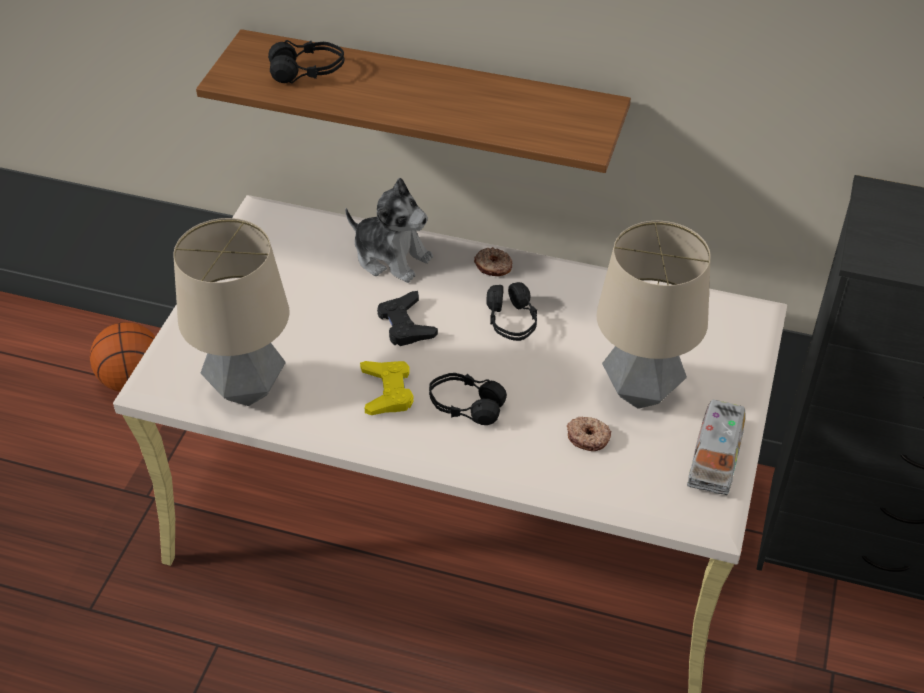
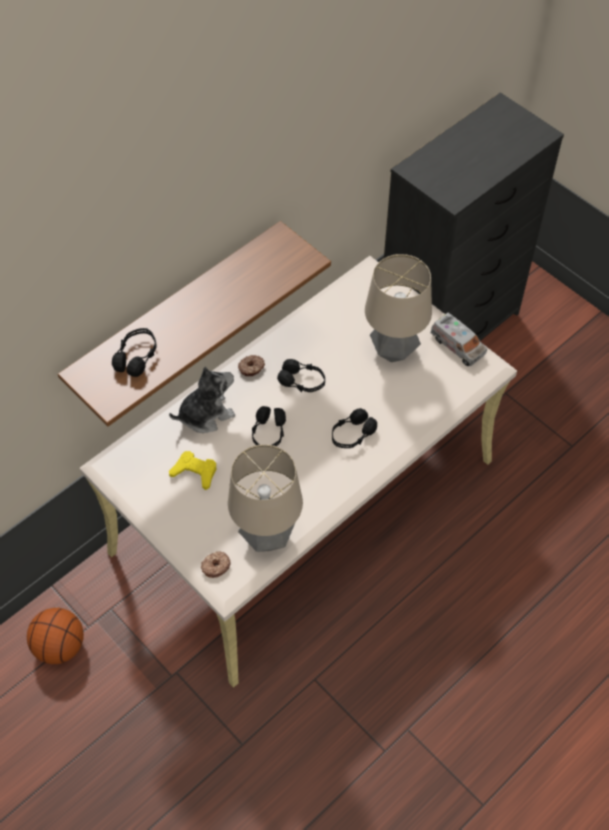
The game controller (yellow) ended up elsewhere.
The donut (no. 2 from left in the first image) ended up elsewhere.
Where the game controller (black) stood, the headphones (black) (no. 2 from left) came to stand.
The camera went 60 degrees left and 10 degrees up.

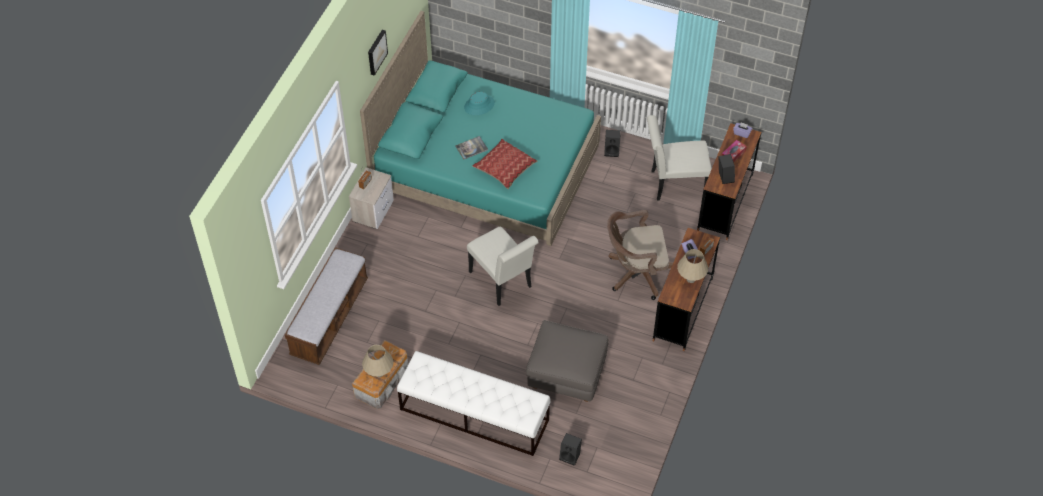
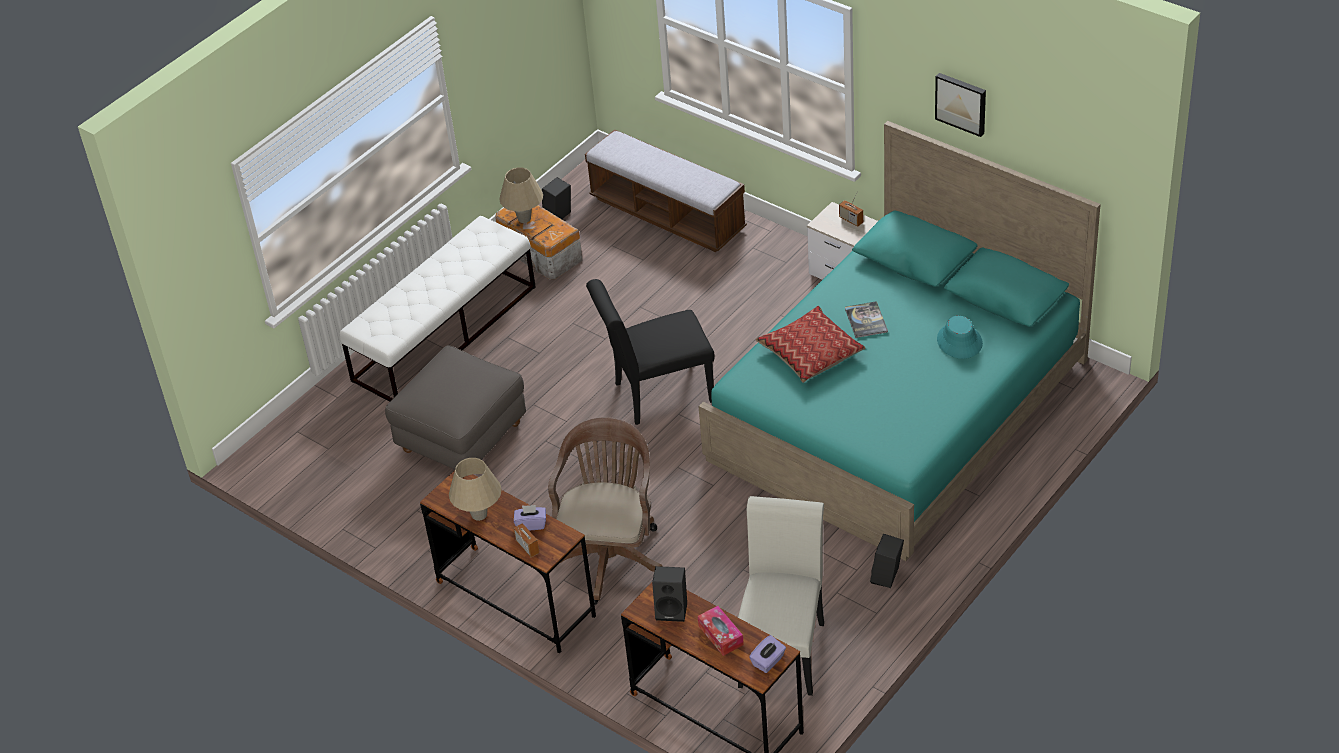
The speaker (black) (no. 1 from left) ended up elsewhere.
What was the chair (white) (no. 1 from left) turned into the chair (black).
The camera went 110 degrees right and 10 degrees down.

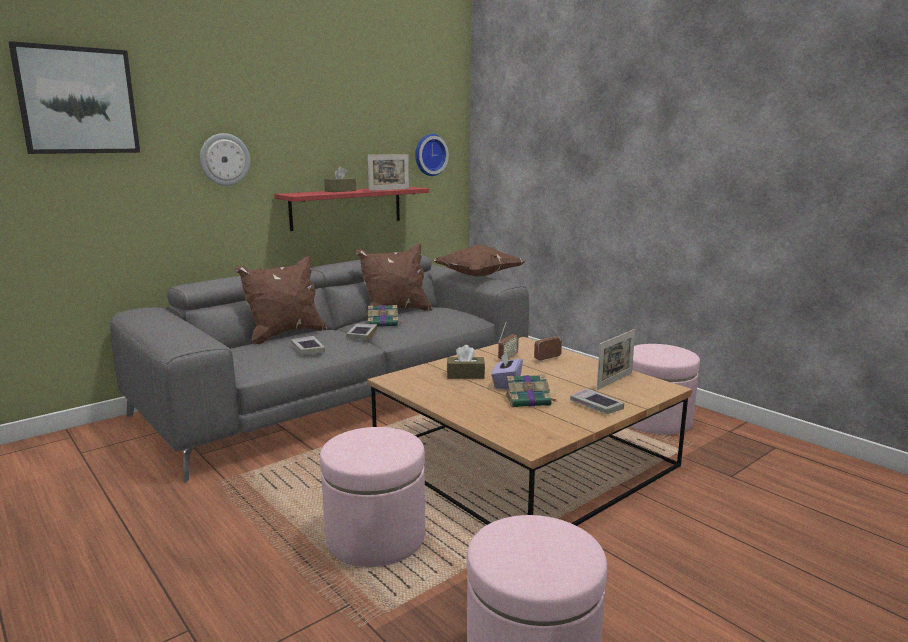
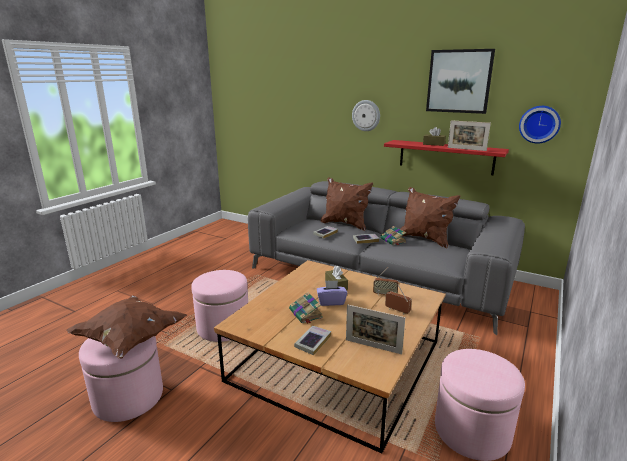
The picture ended up elsewhere.
The pillow (brown) (no. 3 from left in the first image) ended up elsewhere.
The camera went 70 degrees right and 5 degrees up.

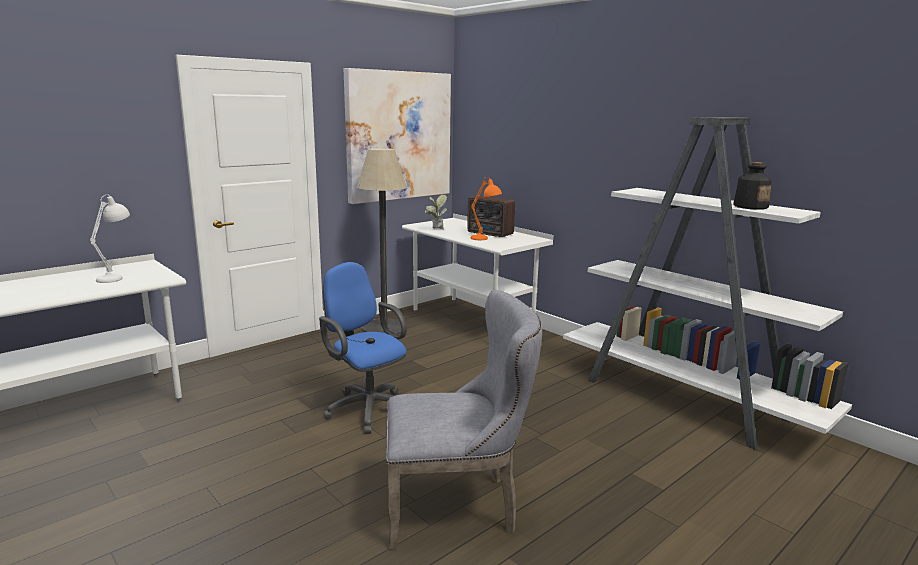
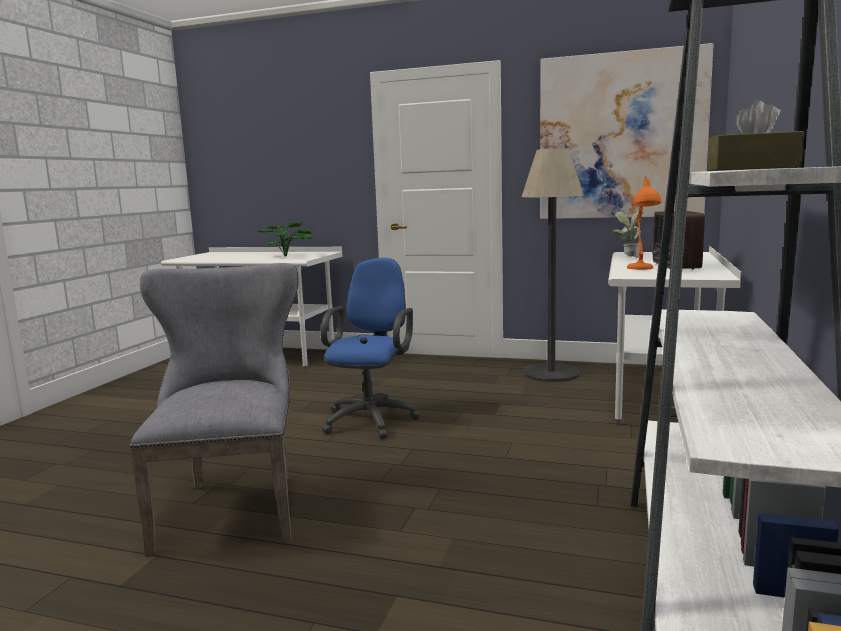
Where the table lamp (white) stood, the potted plant (no. 1 from left) came to stand.
Where the bottle stood, the tissue box (brown) came to stand.
The chair (grey) ended up facing another way, 150 degrees counterclockwise from before.
The camera went 60 degrees right and 5 degrees down.

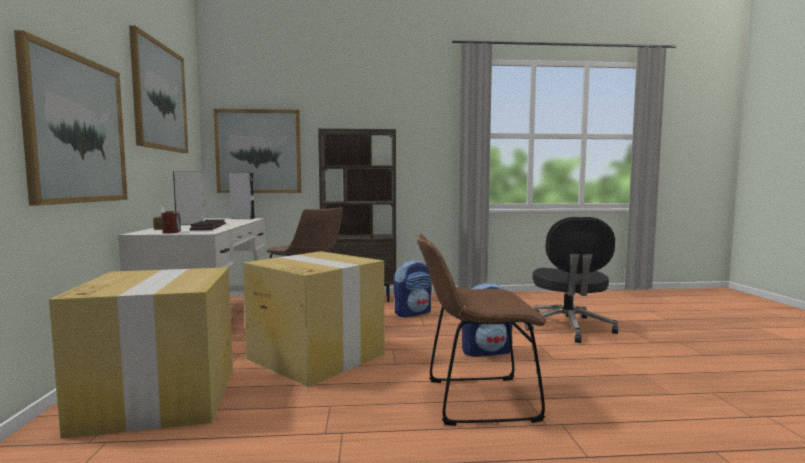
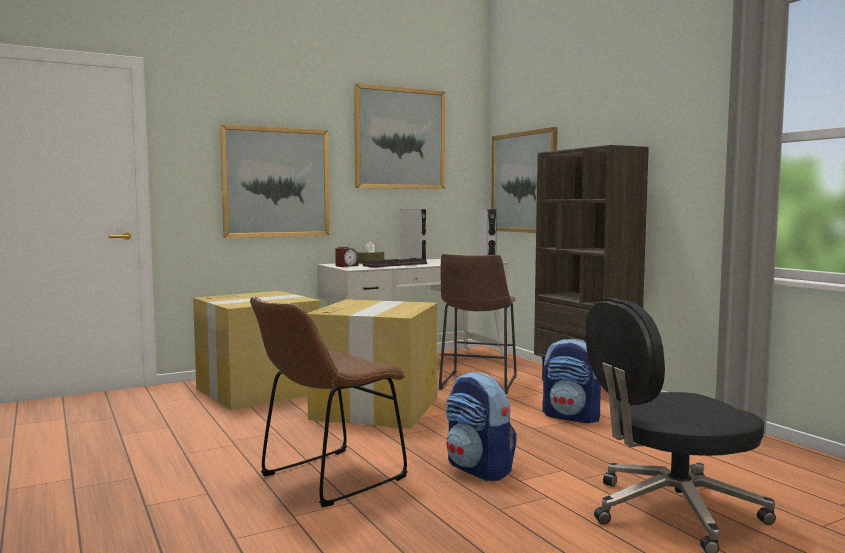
The chair (brown) ended up facing another way, 105 degrees counterclockwise from before.
The camera went 65 degrees right and 0 degrees up.

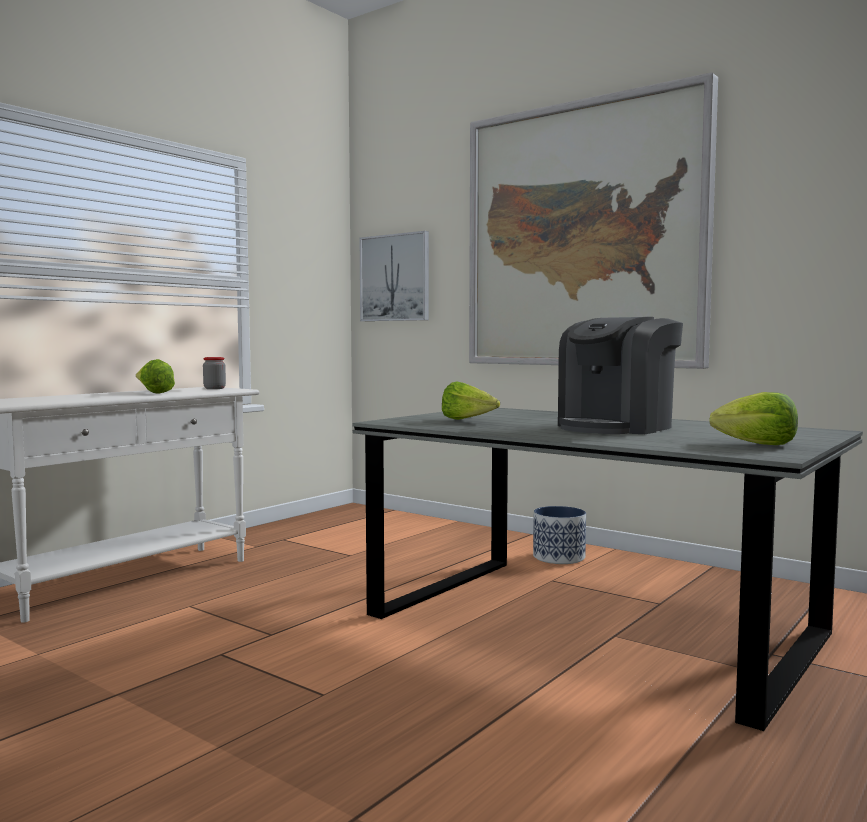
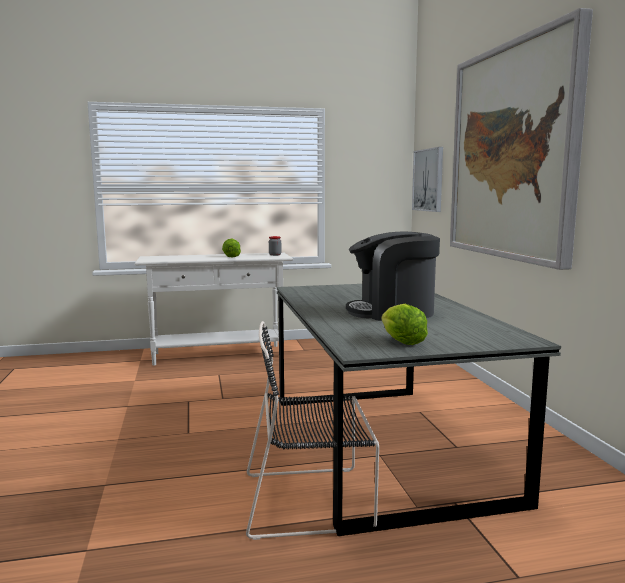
The second view lost the lettuce (no. 2 from left).
The second view lost the planter.
The second view gained the chair (black).
The camera went 40 degrees right and 5 degrees up.

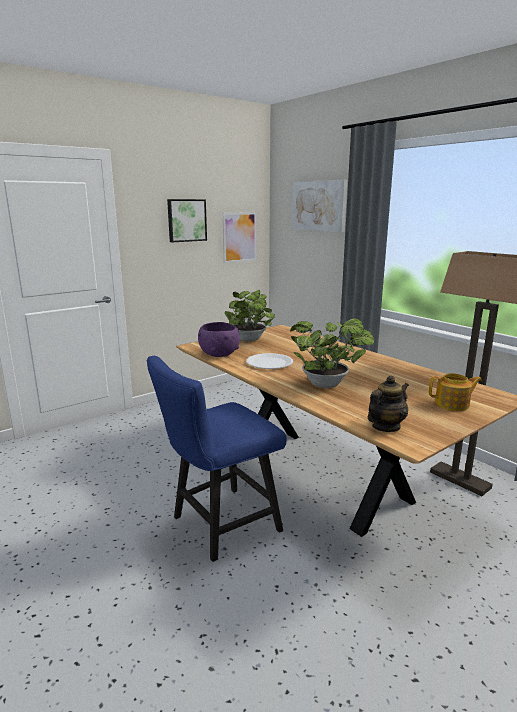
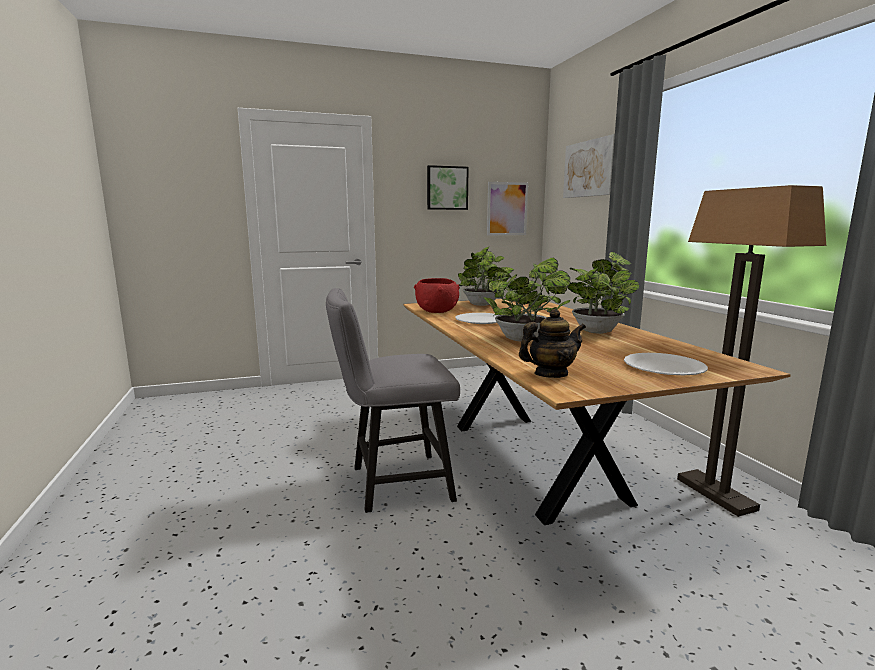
The second view gained the potted plant (no. 3 from left).
Where the teapot (no. 2 from left) stood, the plate (white) (no. 2 from left) came to stand.
What was the chair (blue) turned into the chair (grey).
What was the bowl (purple) turned into the bowl (red).
The camera went 20 degrees right and 5 degrees down.

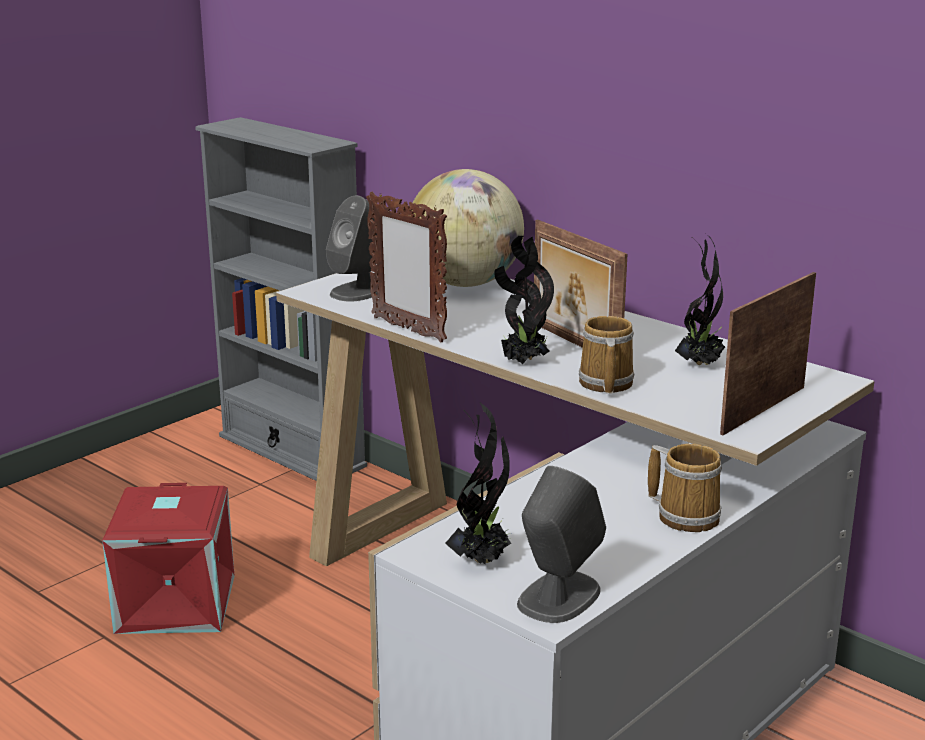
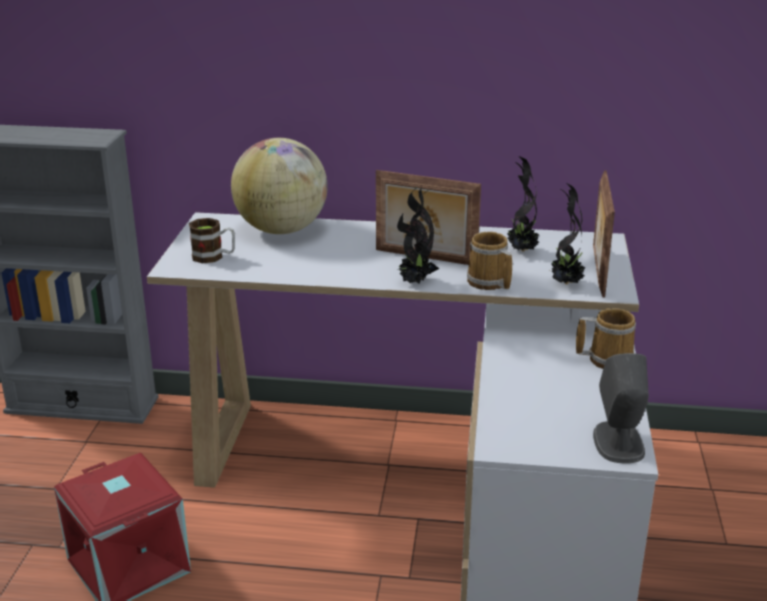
The second view lost the picture frame (no. 1 from left).
The potted plant (no. 1 from left in the first image) ended up elsewhere.
Where the speaker (grey) (no. 1 from left) stood, the mug (no. 1 from left) came to stand.
The camera went 35 degrees left and 5 degrees up.

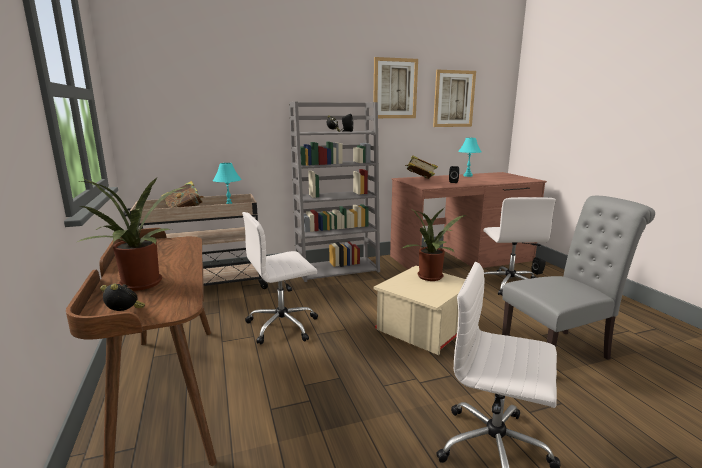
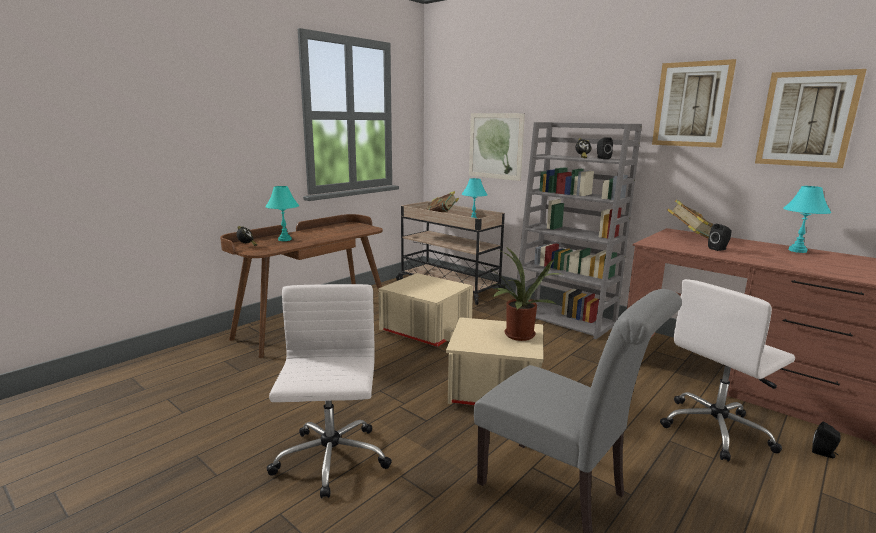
The second view gained the picture (no. 1 from left).
Where the potted plant (no. 1 from left) stood, the table lamp (turquoise) (no. 1 from left) came to stand.
Where the office chair (white) (no. 1 from left) stood, the storage box (beige) (no. 1 from left) came to stand.
The camera went 60 degrees right and 0 degrees up.

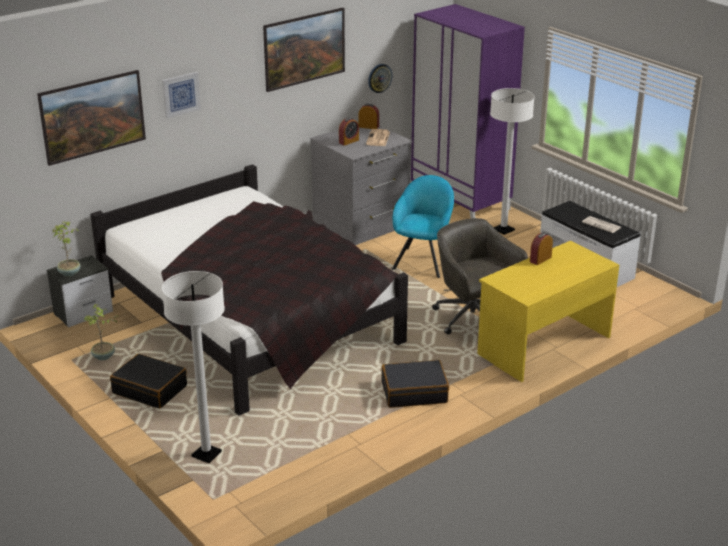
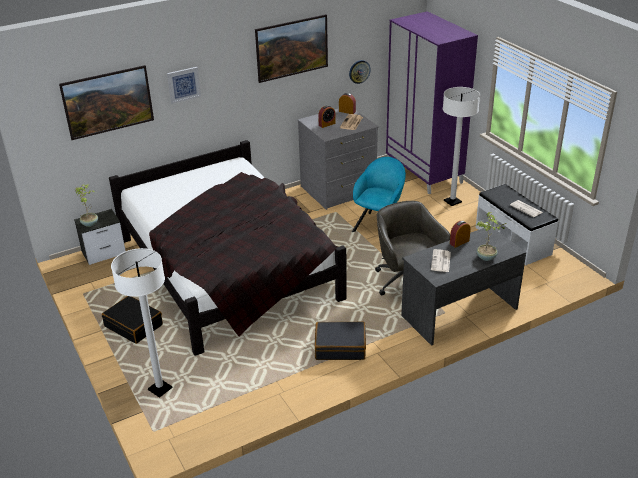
The second view gained the newspaper (no. 2 from left).
The potted plant (no. 2 from left) ended up elsewhere.
What was the desk (yellow) turned into the desk (grey).
The camera went 10 degrees right and 5 degrees up.

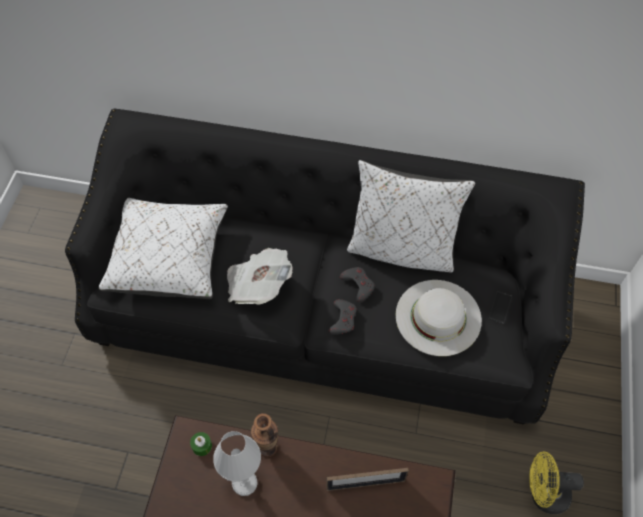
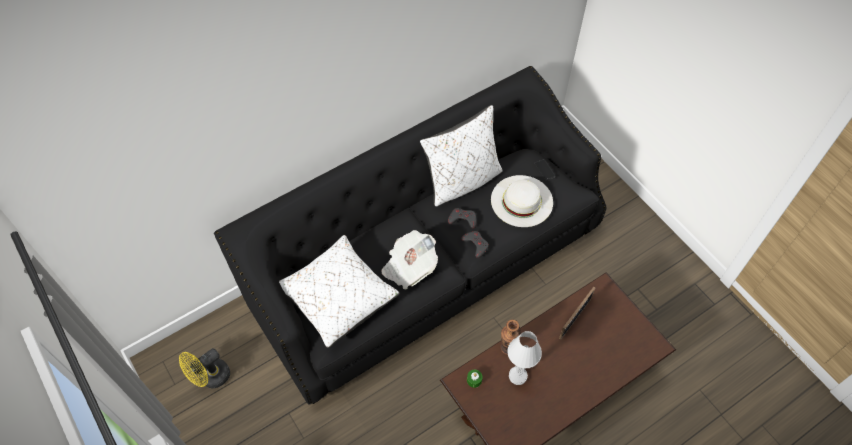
The fan (yellow) ended up elsewhere.
The camera went 45 degrees left and 0 degrees up.

